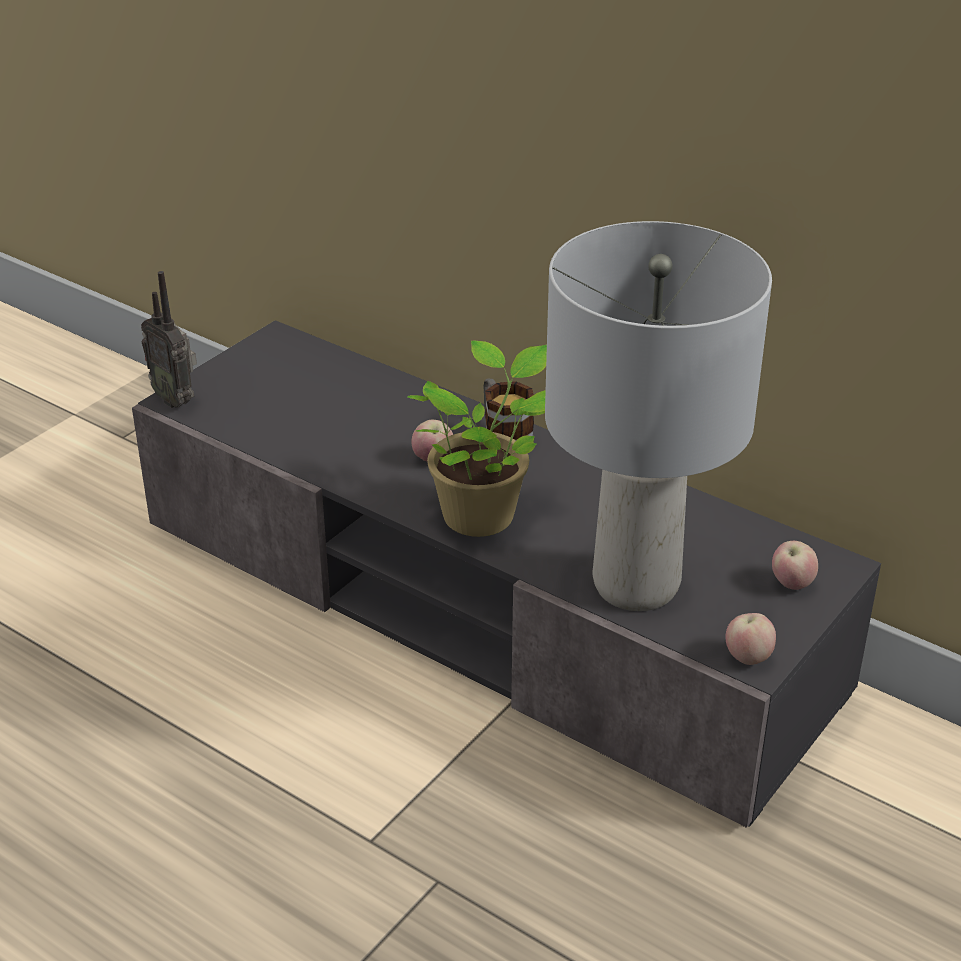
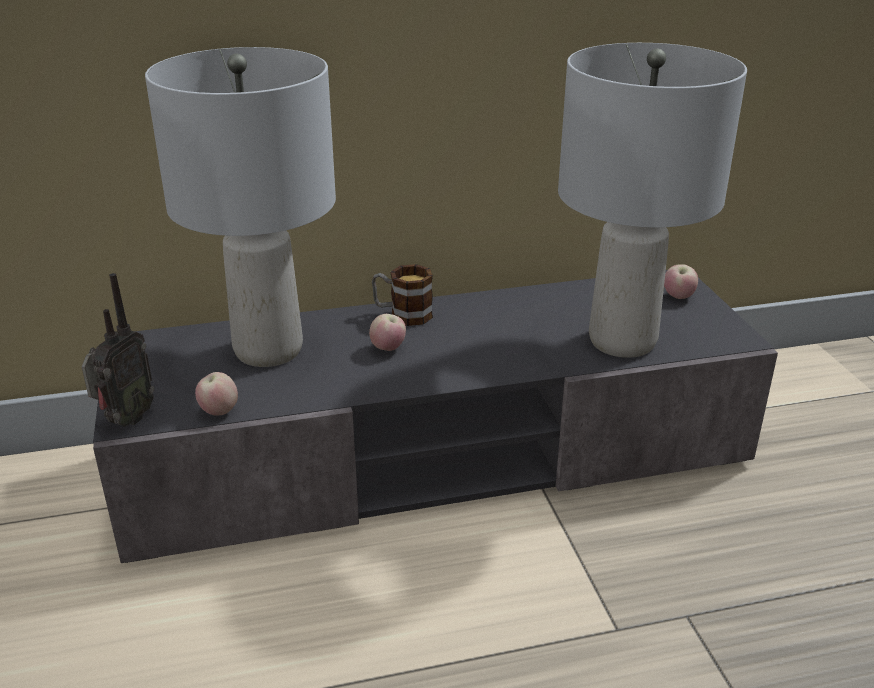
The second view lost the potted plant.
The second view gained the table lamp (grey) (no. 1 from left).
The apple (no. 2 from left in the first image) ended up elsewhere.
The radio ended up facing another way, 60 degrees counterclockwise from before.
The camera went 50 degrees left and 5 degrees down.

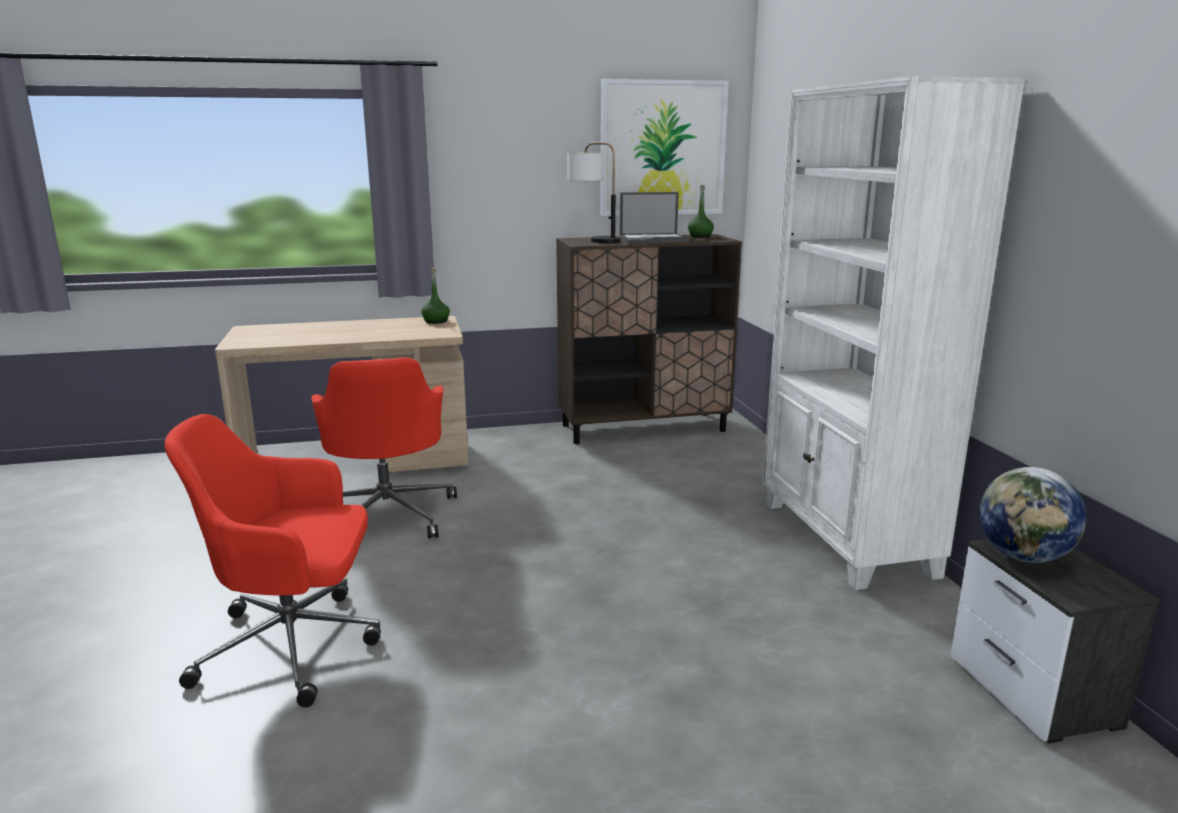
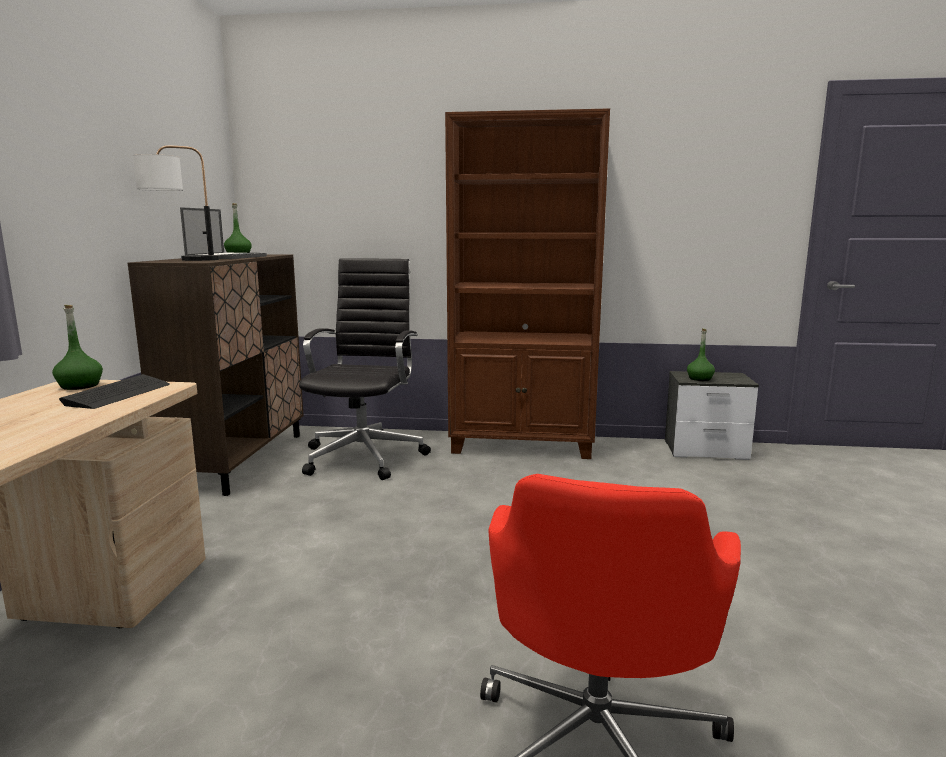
The second view lost the office chair (red) (no. 2 from left).
The second view lost the picture.
The second view gained the keyboard.
The second view gained the office chair (black).
Where the globe stood, the bottle (green) (no. 3 from left) came to stand.
What was the bookcase (white) turned into the bookcase (brown).
The camera went 70 degrees left and 5 degrees down.

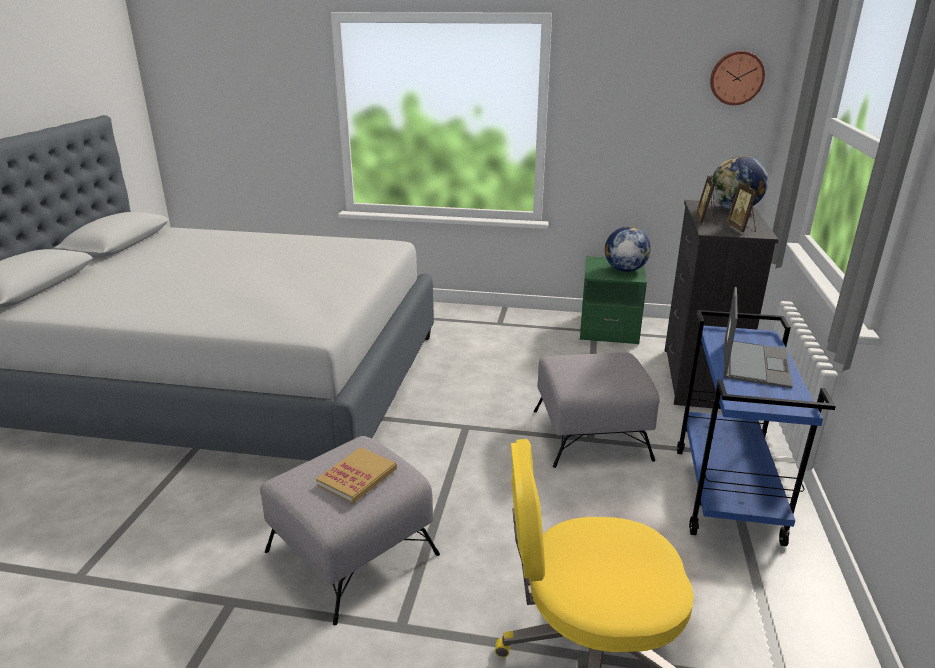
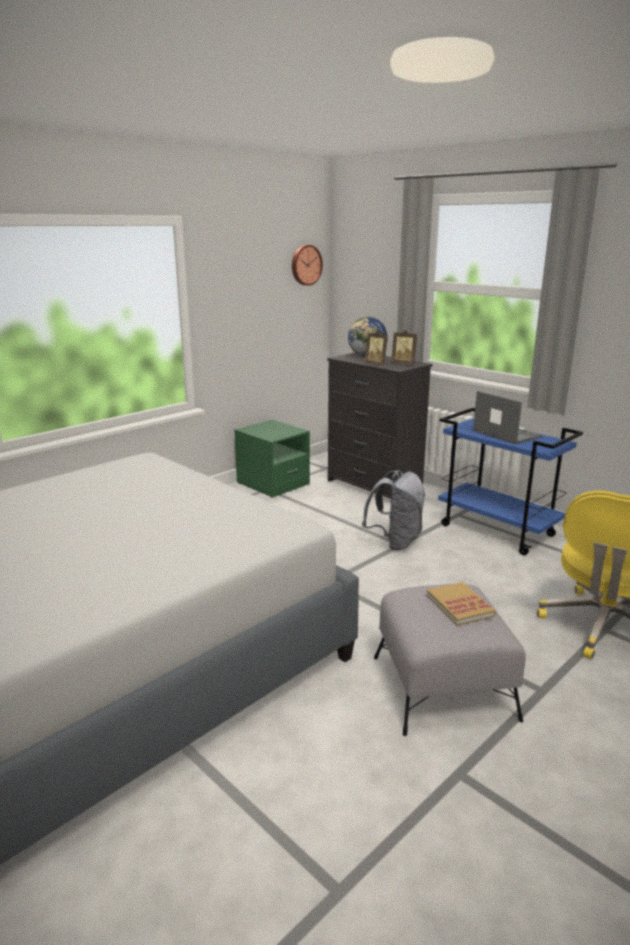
The second view lost the globe (no. 1 from left).
Where the ottoman (grey) (no. 2 from left) stood, the backpack (grey) came to stand.
The camera went 55 degrees left and 5 degrees down.

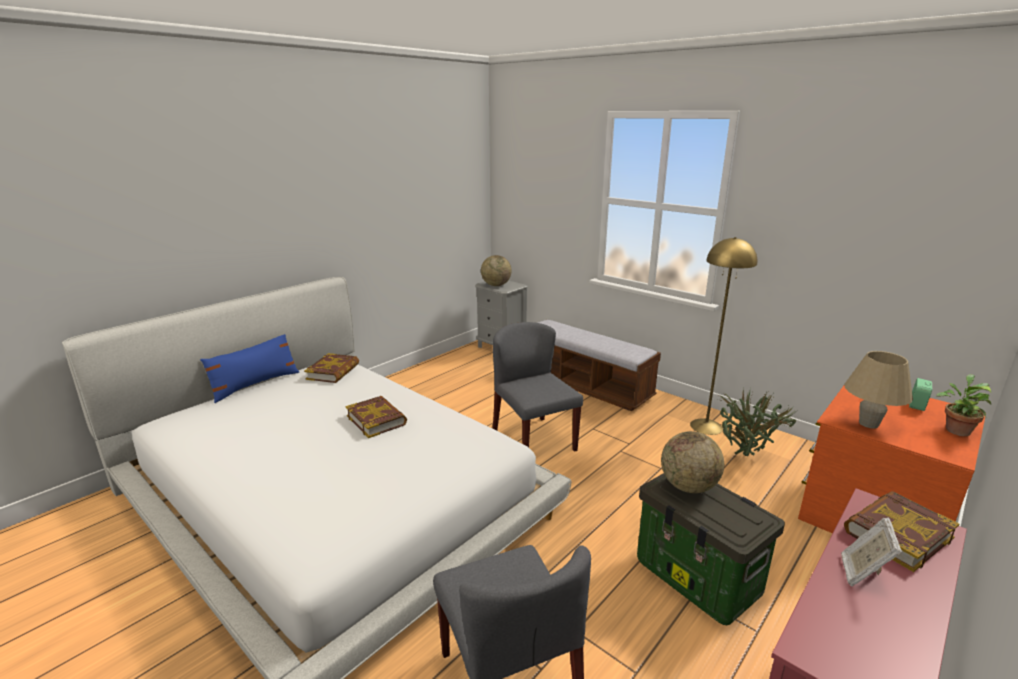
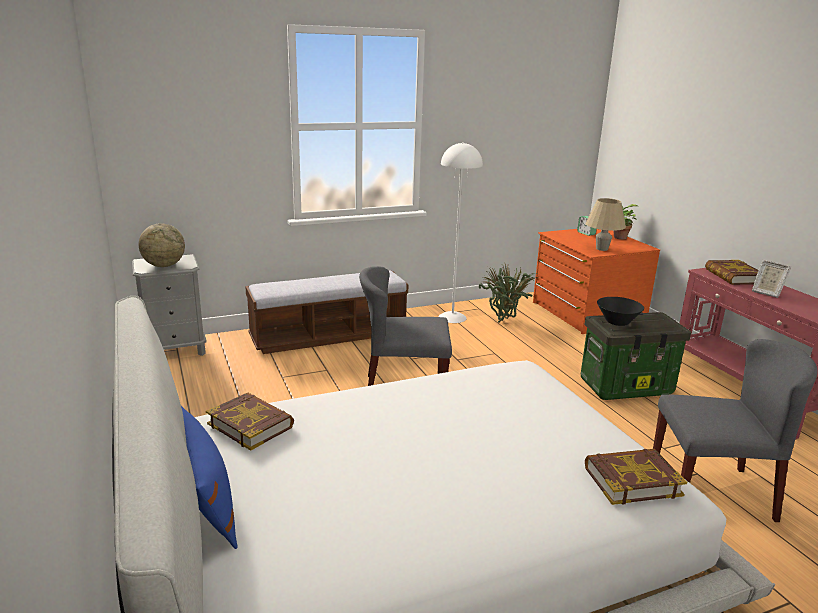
The book (no. 2 from left) ended up elsewhere.
Where the globe (no. 2 from left) stood, the bowl (black) came to stand.
What was the floor lamp (yellow) turned into the floor lamp (white).
The camera went 65 degrees left and 0 degrees up.

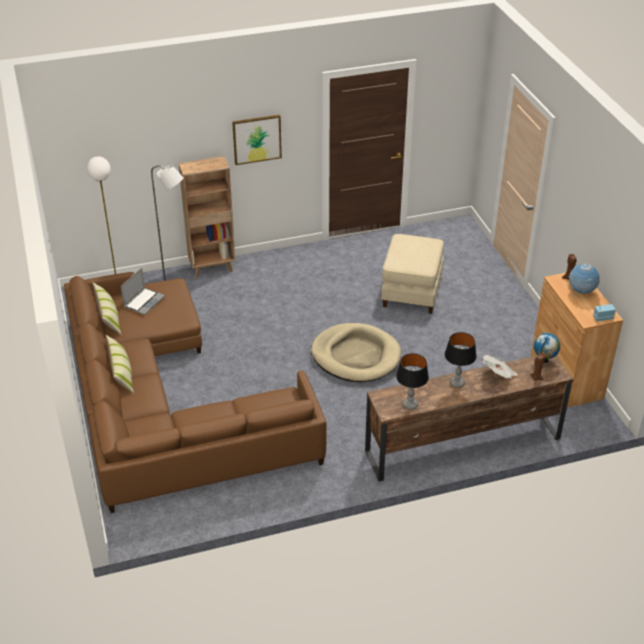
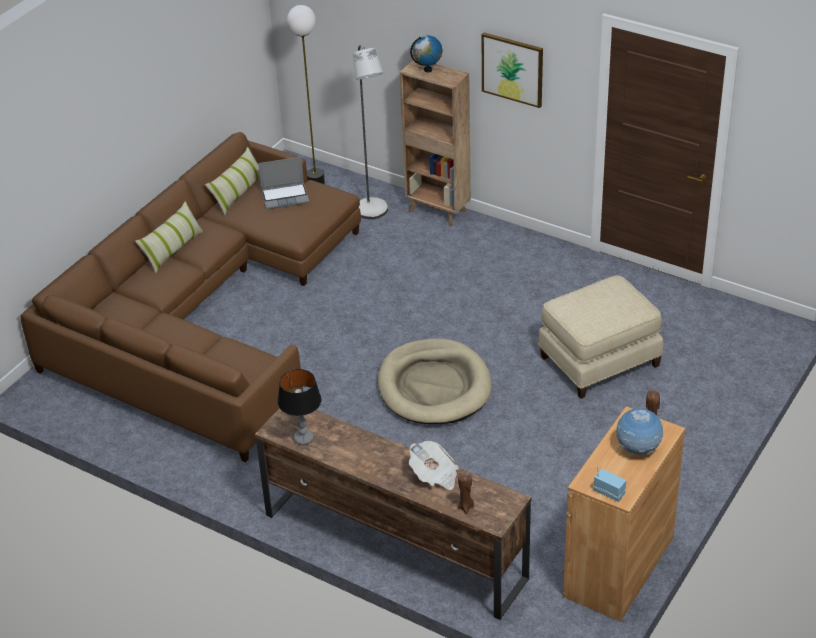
The second view lost the table lamp (no. 2 from left).
The globe (no. 1 from left) ended up elsewhere.
The camera went 50 degrees right and 0 degrees up.

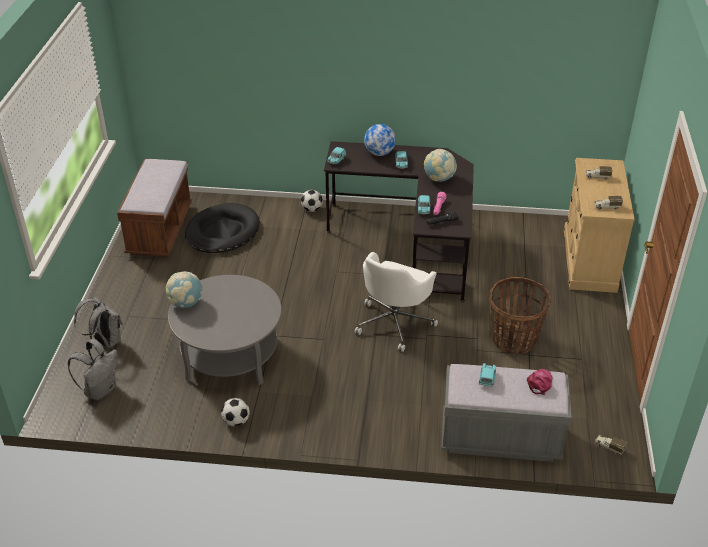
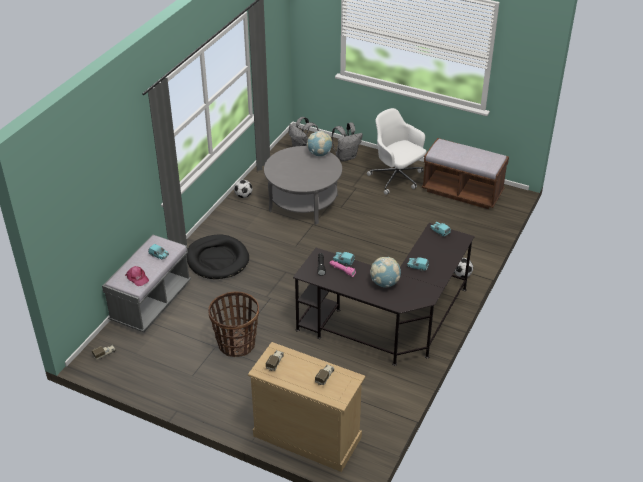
The second view lost the globe (no. 2 from left).
The dog bed (black) ended up elsewhere.
The office chair (white) ended up elsewhere.
The camera went 110 degrees right and 0 degrees up.

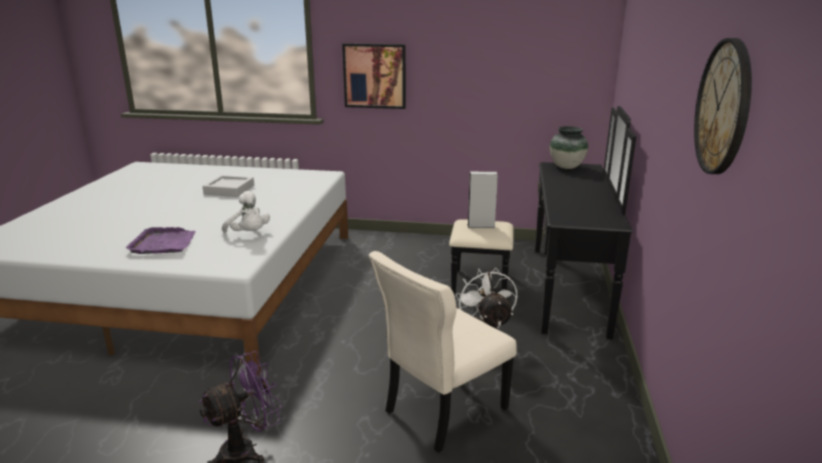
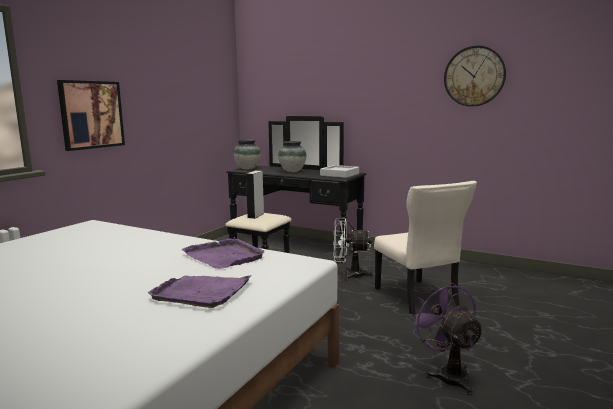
The second view gained the vase (no. 2 from left).
The tray (grey) ended up elsewhere.
Where the plush toy (white) stood, the tray (purple) (no. 2 from left) came to stand.
The camera went 70 degrees left and 10 degrees down.

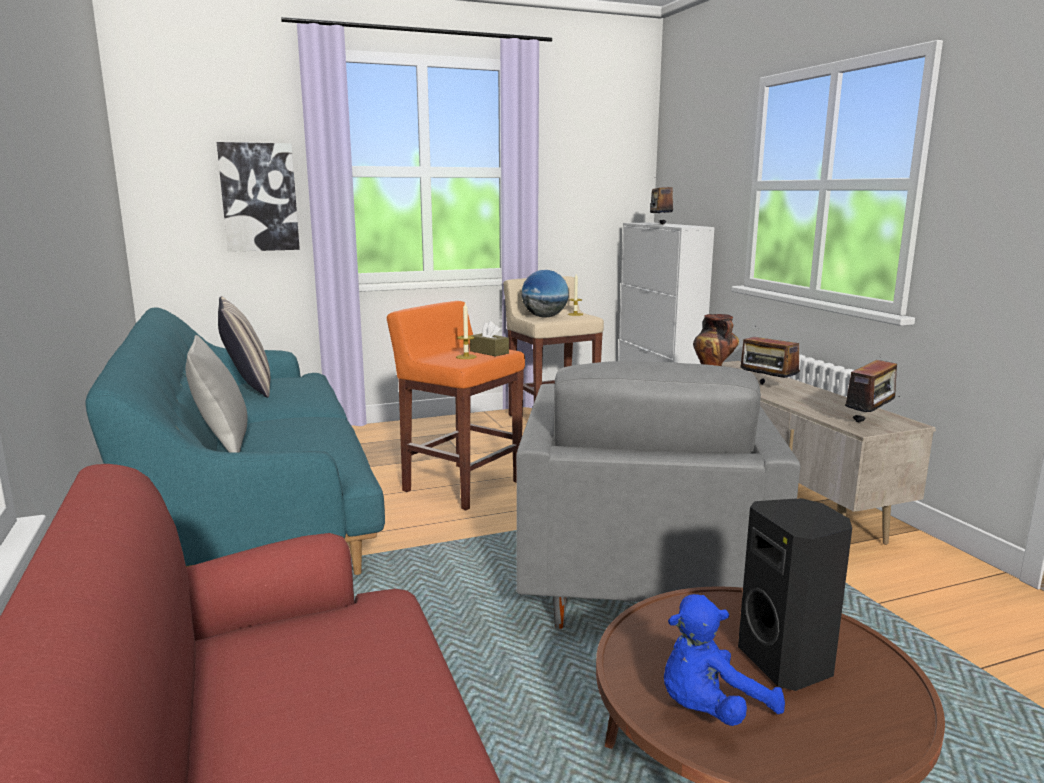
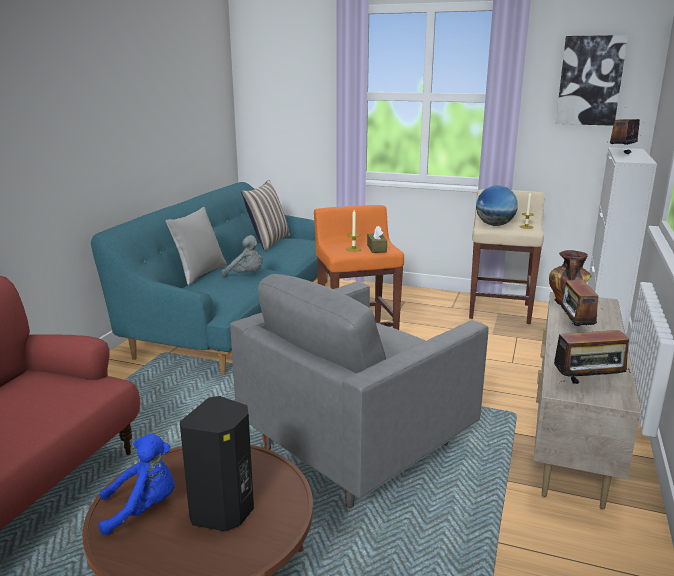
The second view gained the plush toy (grey).
The picture ended up elsewhere.
The plush toy (blue) ended up facing another way, 150 degrees clockwise from before.
The camera went 40 degrees right and 5 degrees up.

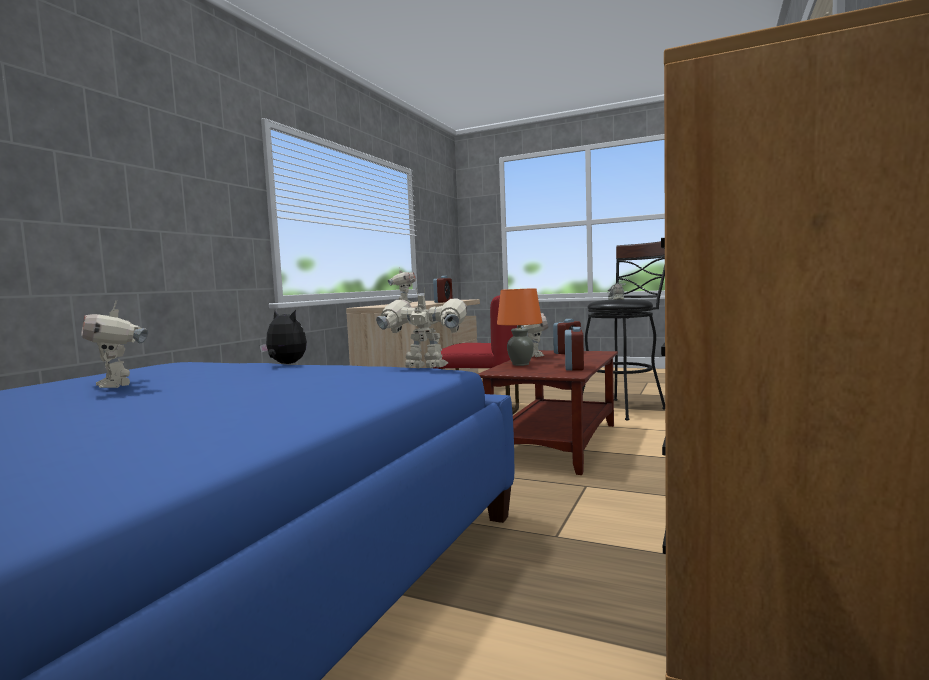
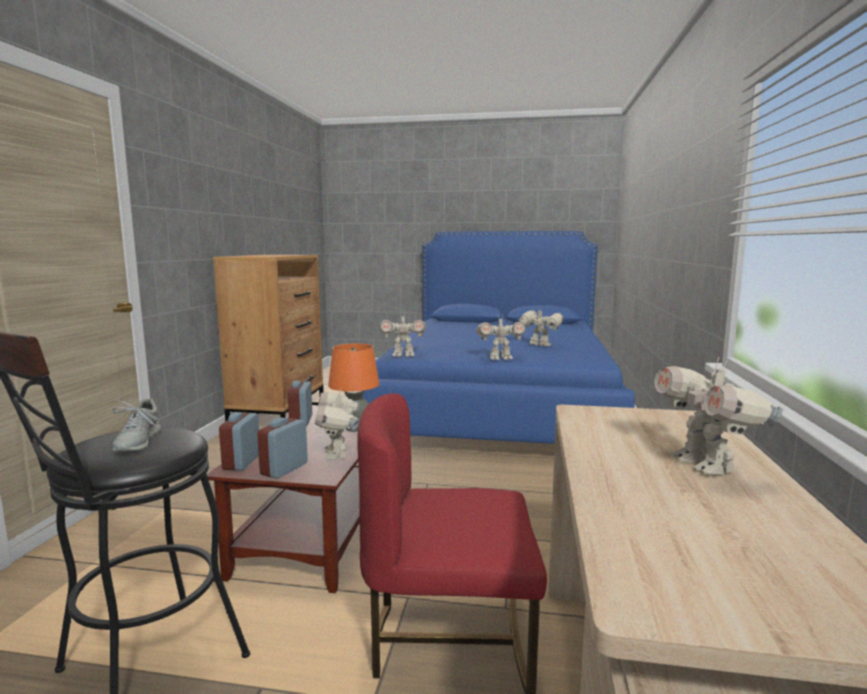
The alarm clock (no. 1 from left) ended up elsewhere.
Where the plush toy stood, the toy robot (no. 3 from left) came to stand.
The camera went 165 degrees right and 5 degrees up.

